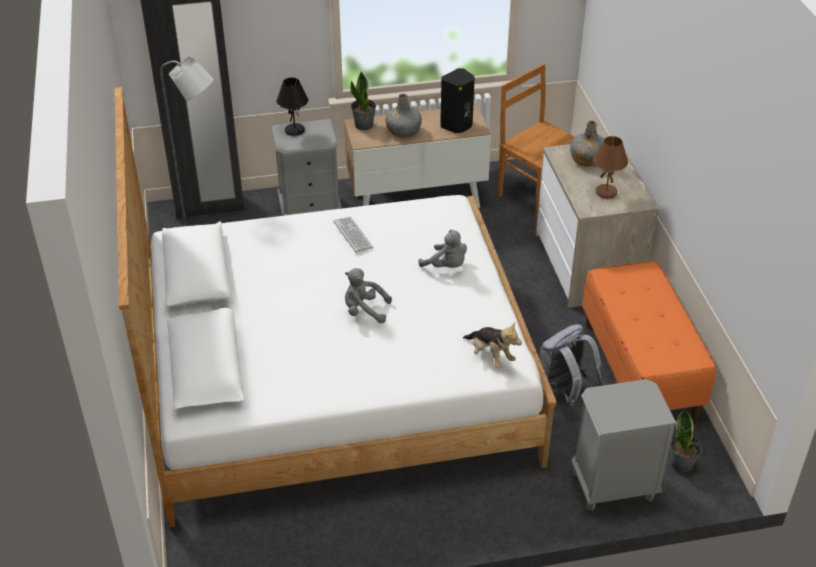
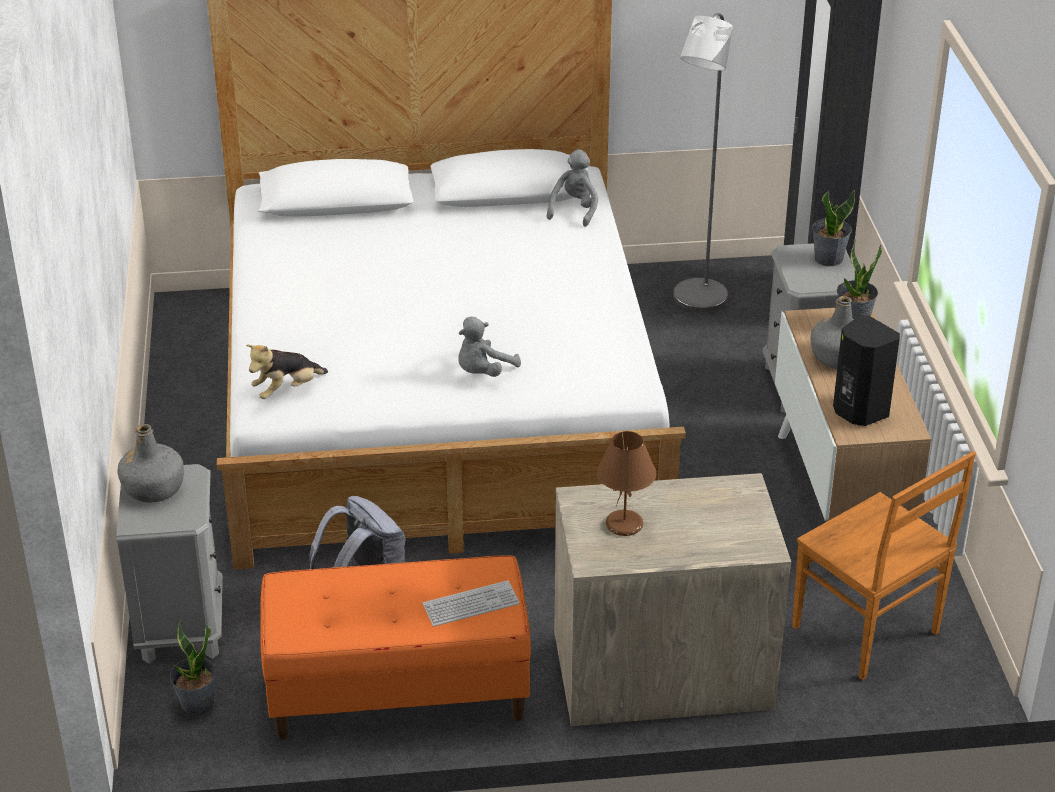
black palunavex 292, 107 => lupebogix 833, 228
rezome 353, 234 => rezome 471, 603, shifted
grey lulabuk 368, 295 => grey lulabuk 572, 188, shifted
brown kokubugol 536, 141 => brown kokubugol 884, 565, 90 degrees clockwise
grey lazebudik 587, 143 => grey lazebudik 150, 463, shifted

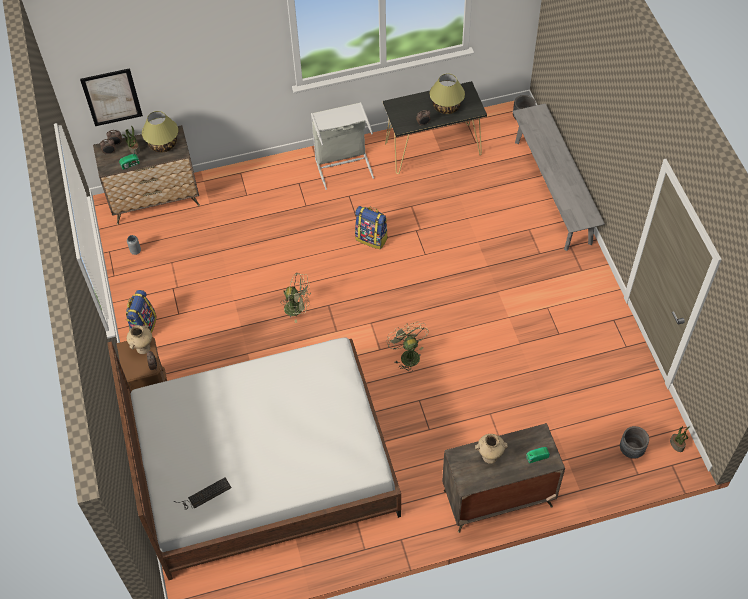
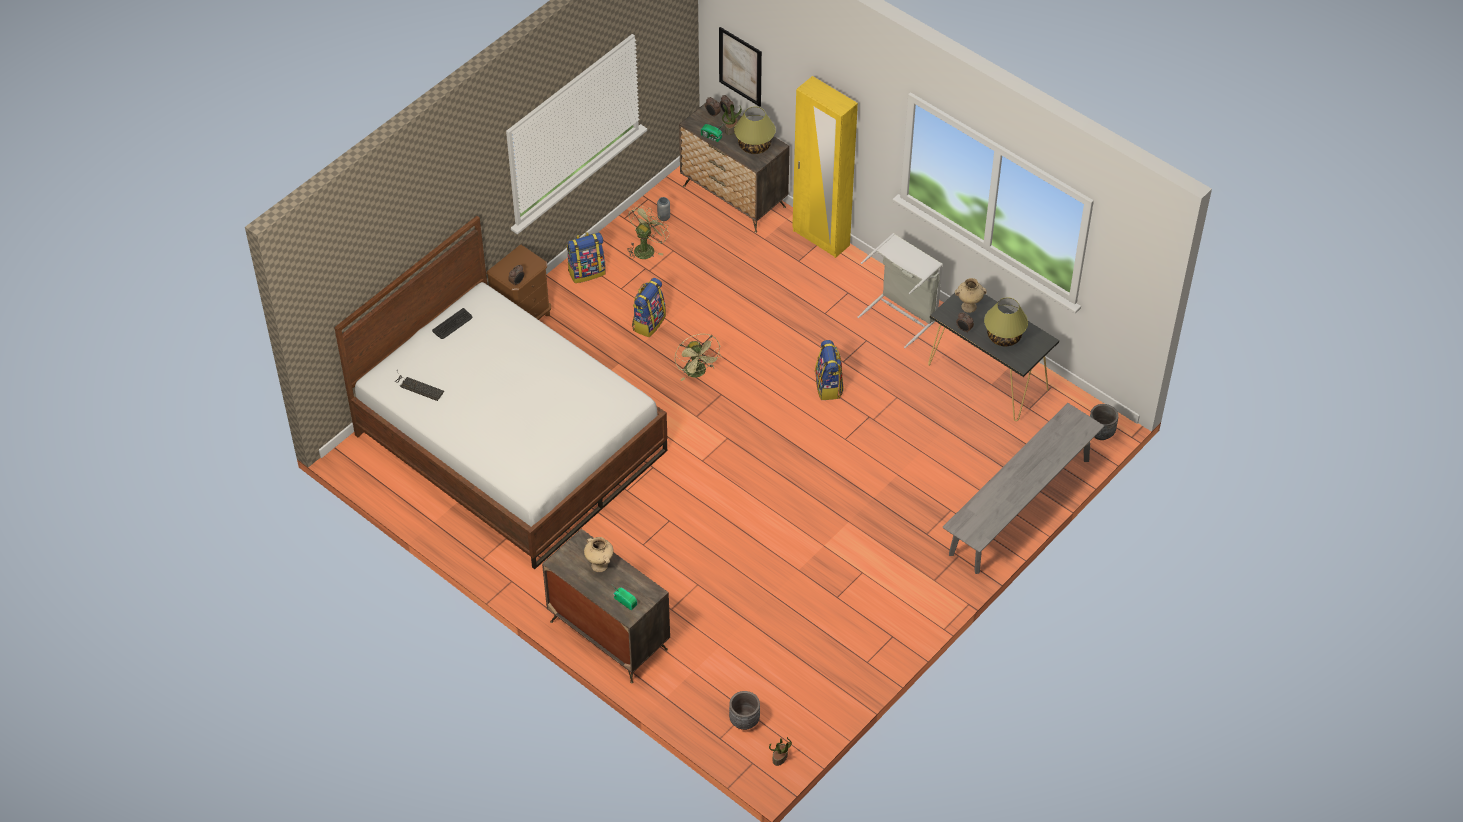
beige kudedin 139, 339 => beige kudedin 971, 295, shifted
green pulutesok 407, 346 => green pulutesok 648, 232, shifted
nothing => rezome 452, 323
nothing => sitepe 649, 307
nothing => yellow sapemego 825, 167

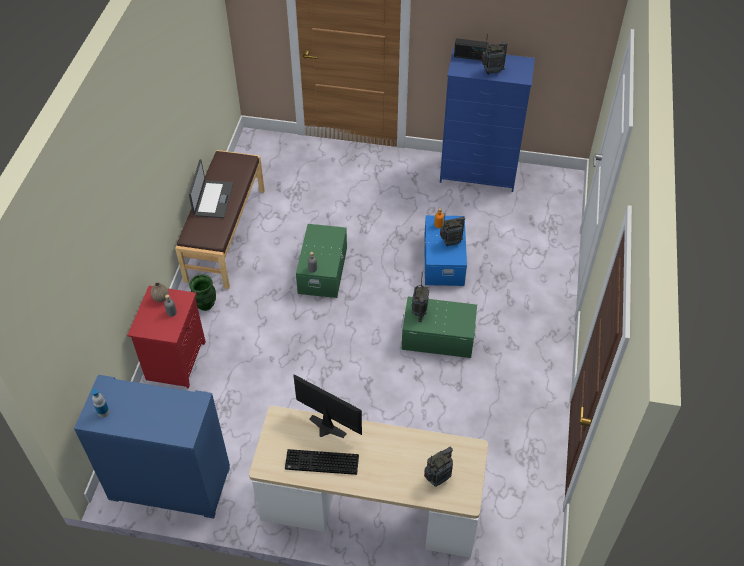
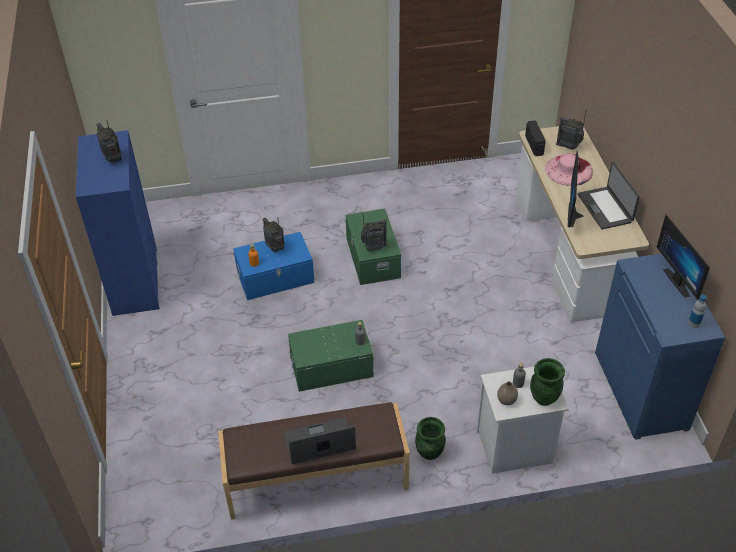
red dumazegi 166, 337 => white dumazegi 523, 420
rezome 322, 462 => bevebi 609, 196
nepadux 471, 49 => nepadux 535, 138, shifted
nothing => green kudedin 547, 382
nothing => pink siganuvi 569, 169
nothing => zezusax 683, 257

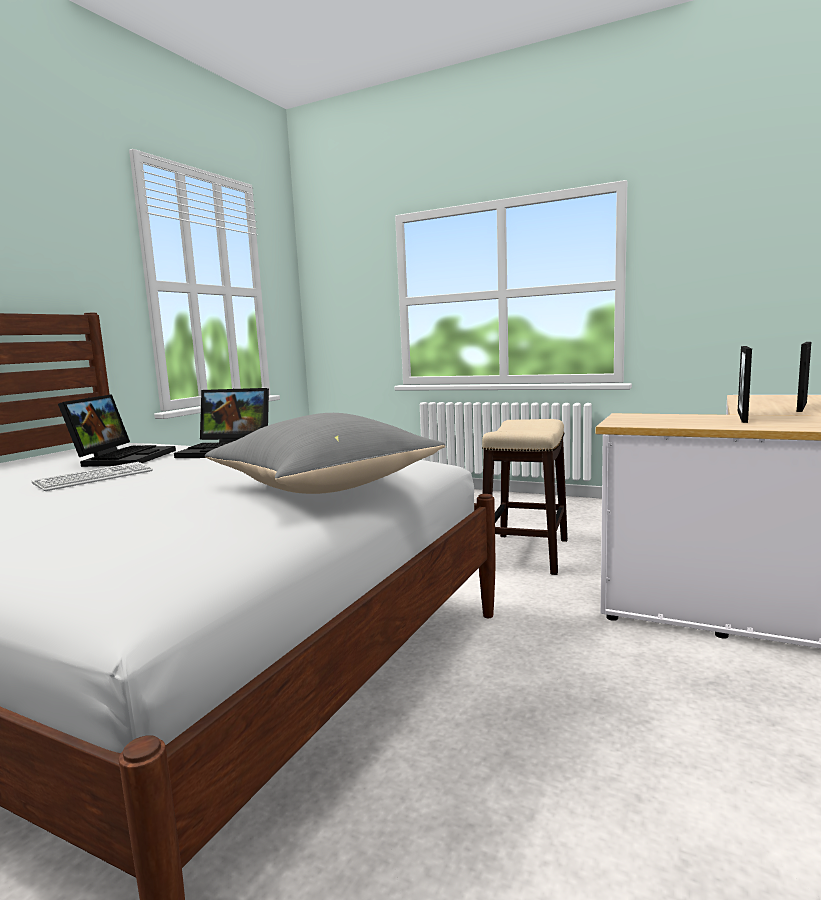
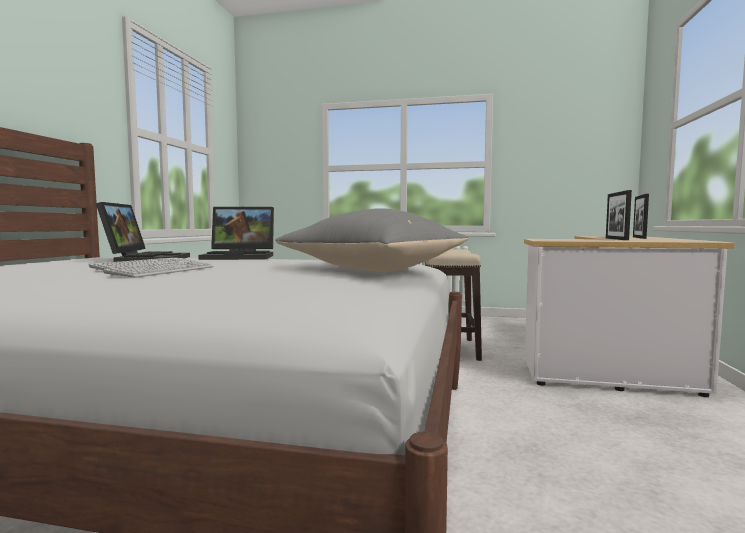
nothing => rezome 158, 269

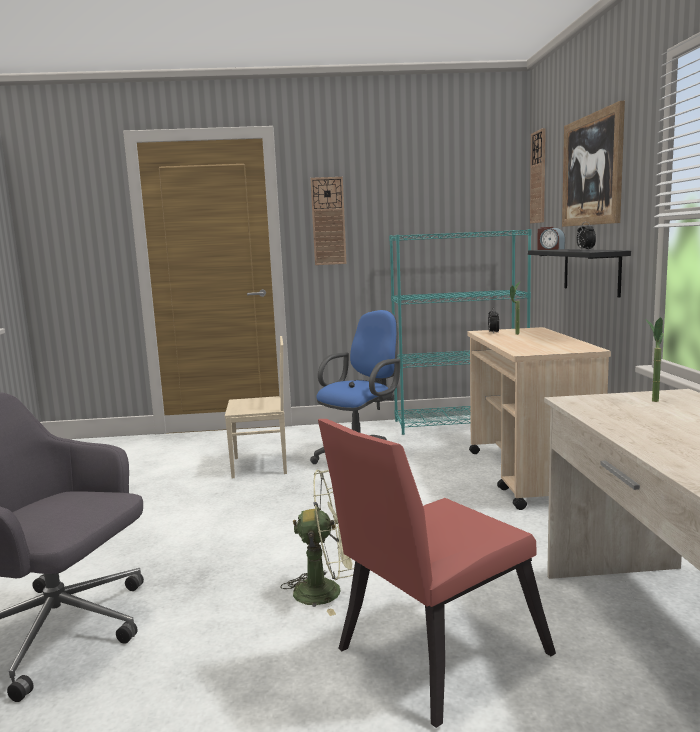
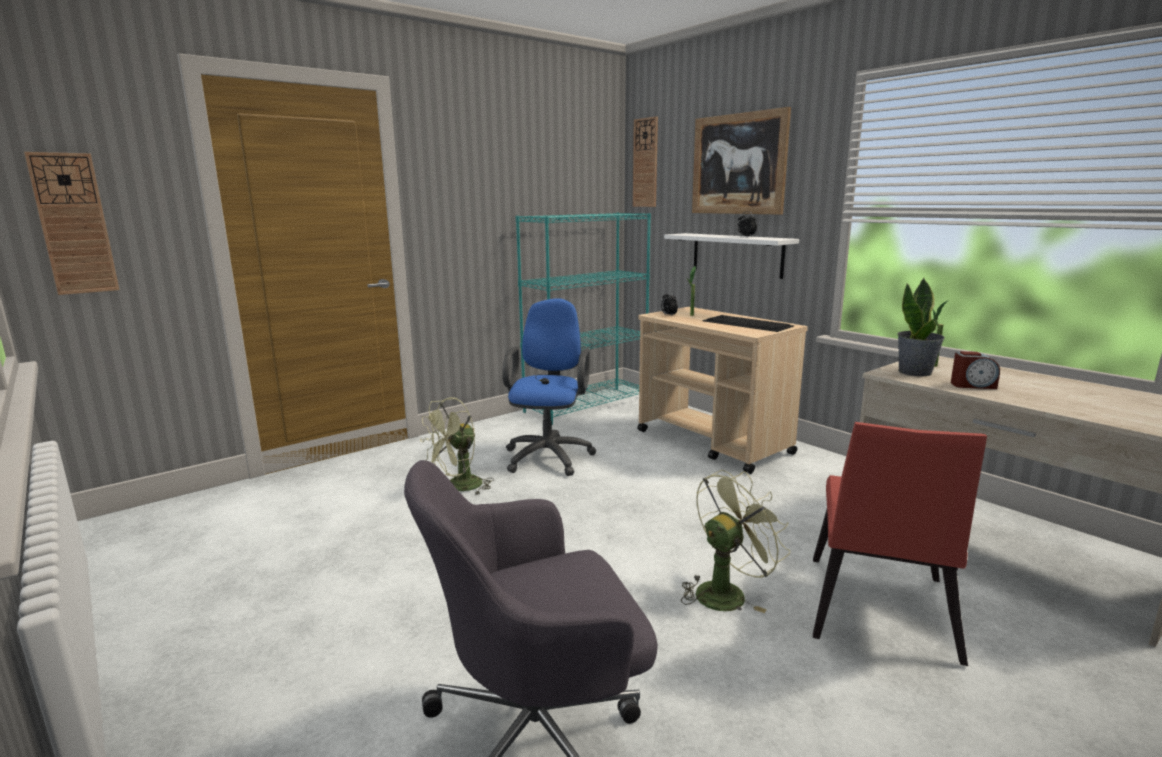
beige kokubugol 256, 407 => green pulutesok 457, 446
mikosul 328, 221 => mikosul 71, 223, shifted
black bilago 579, 273 => white bilago 731, 256
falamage 551, 238 => falamage 975, 370, shifted
nothing => rezome 748, 323
nothing => lupebogix 921, 327

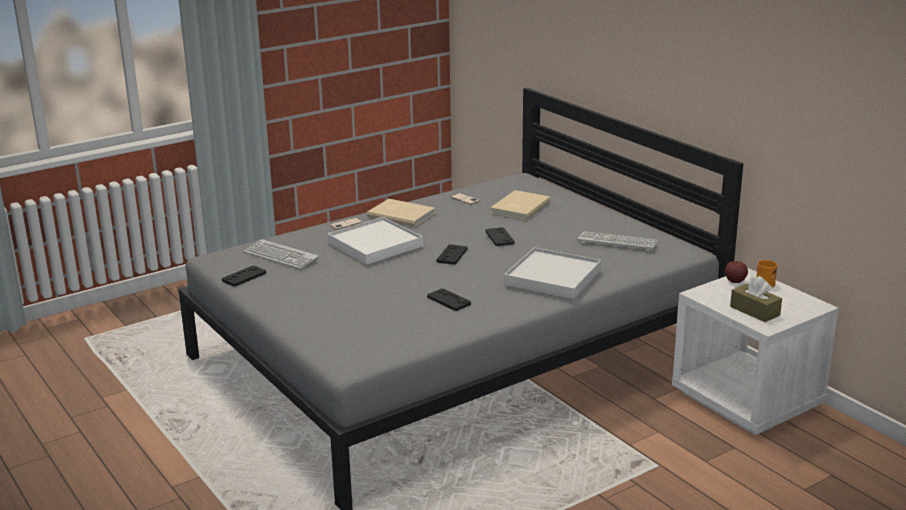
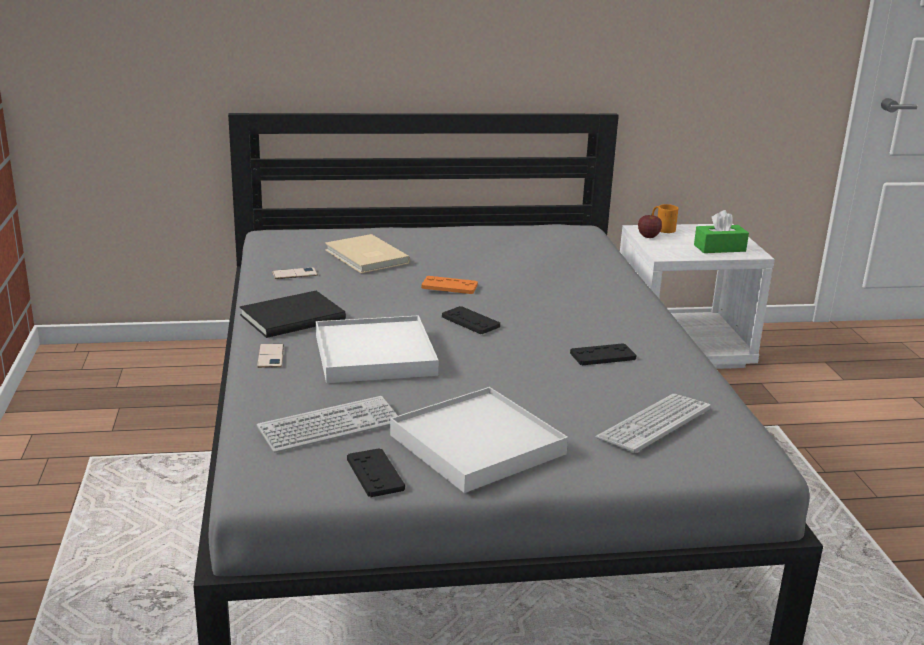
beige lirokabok 401, 213 => black lirokabok 292, 314
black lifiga 500, 236 => orange lifiga 449, 285
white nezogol 552, 273 => white nezogol 479, 440, shifted
rezome 617, 241 => rezome 653, 423, shifted
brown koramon 756, 299 => green koramon 721, 231

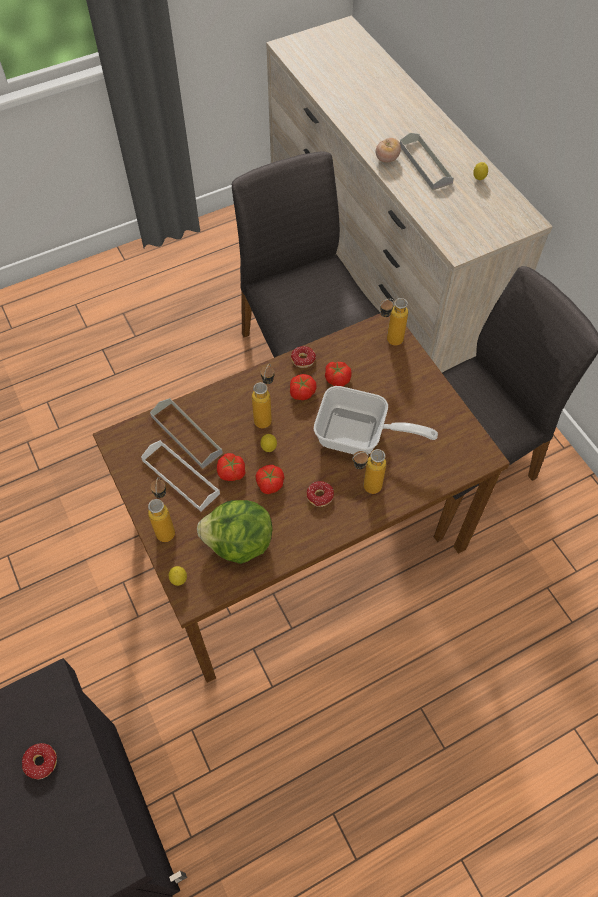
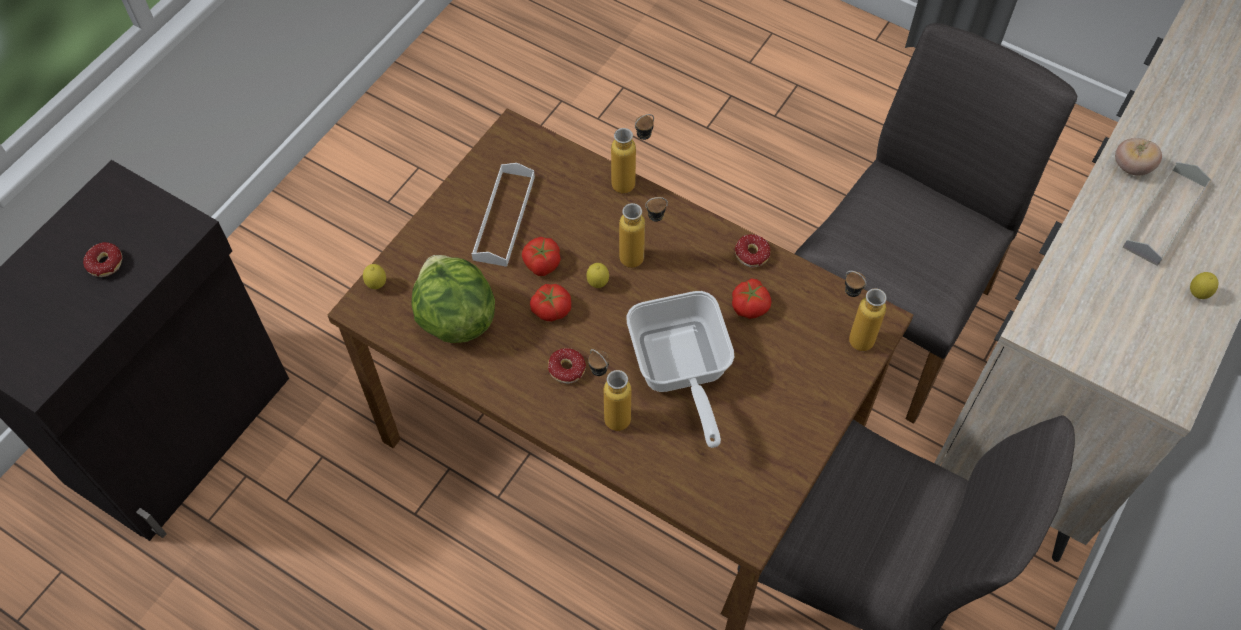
lazebudik 161, 509 => lazebudik 632, 154, shifted
grey nezogol 186, 433 => nothing
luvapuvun 303, 387 => nothing

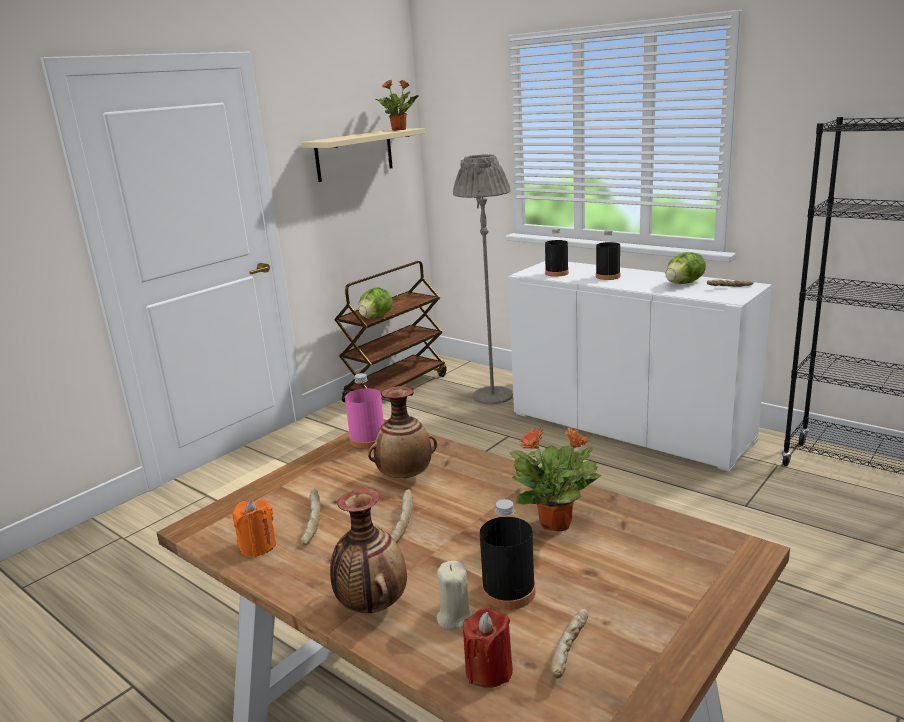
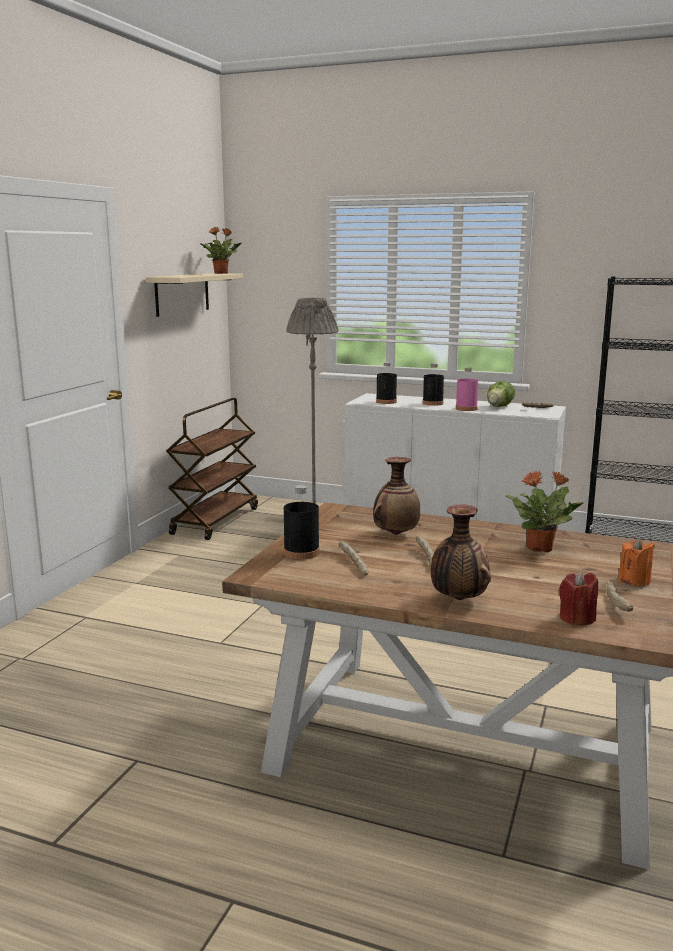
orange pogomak 254, 528 => orange pogomak 637, 562, shifted
pink lazebudik 364, 411 => pink lazebudik 467, 389, shifted
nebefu 375, 303 => nothing
beige pogomak 455, 595 => nothing
black lazebudik 508, 554 => black lazebudik 302, 522, shifted

